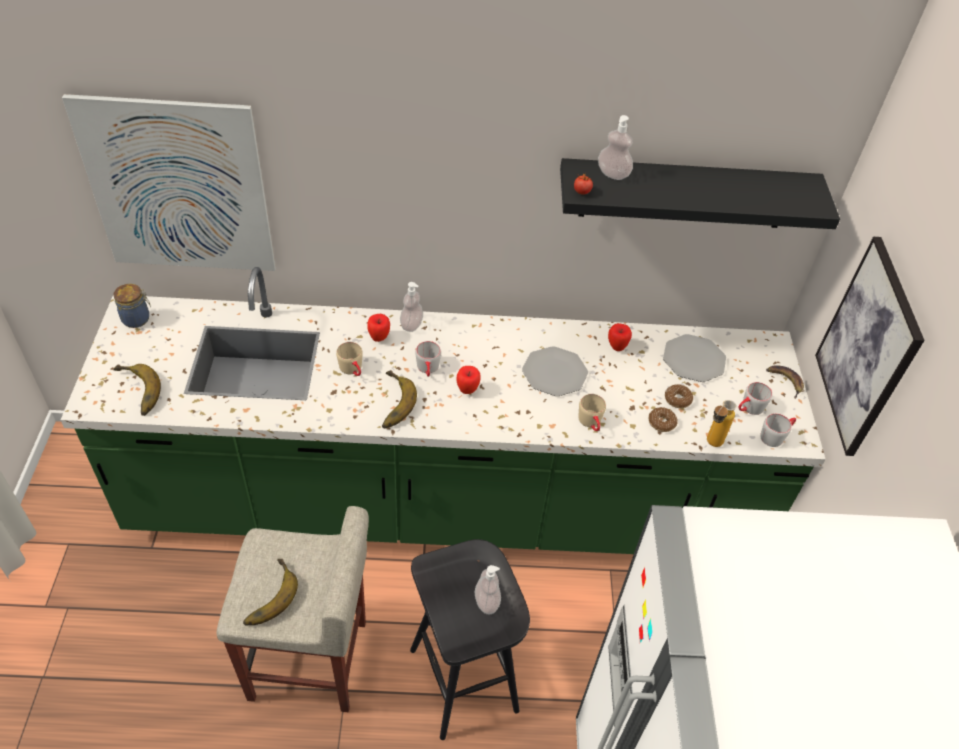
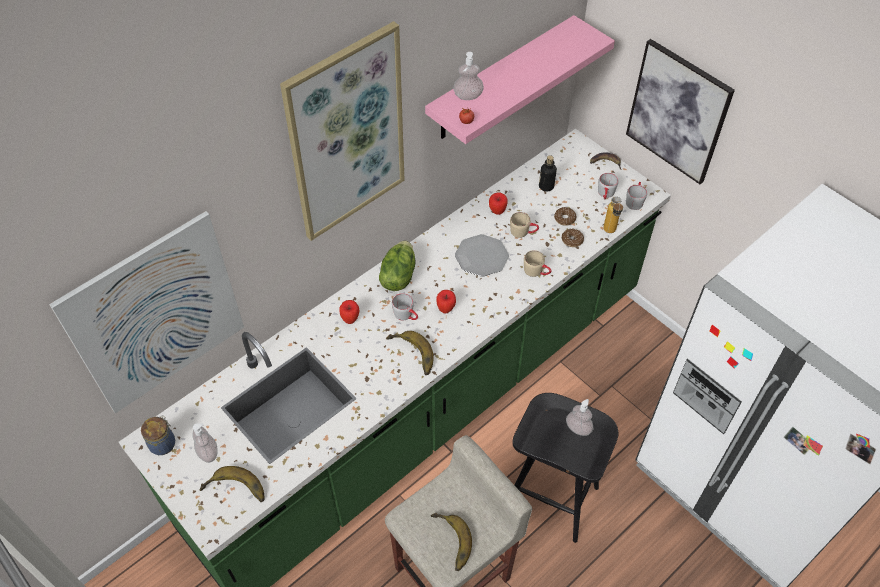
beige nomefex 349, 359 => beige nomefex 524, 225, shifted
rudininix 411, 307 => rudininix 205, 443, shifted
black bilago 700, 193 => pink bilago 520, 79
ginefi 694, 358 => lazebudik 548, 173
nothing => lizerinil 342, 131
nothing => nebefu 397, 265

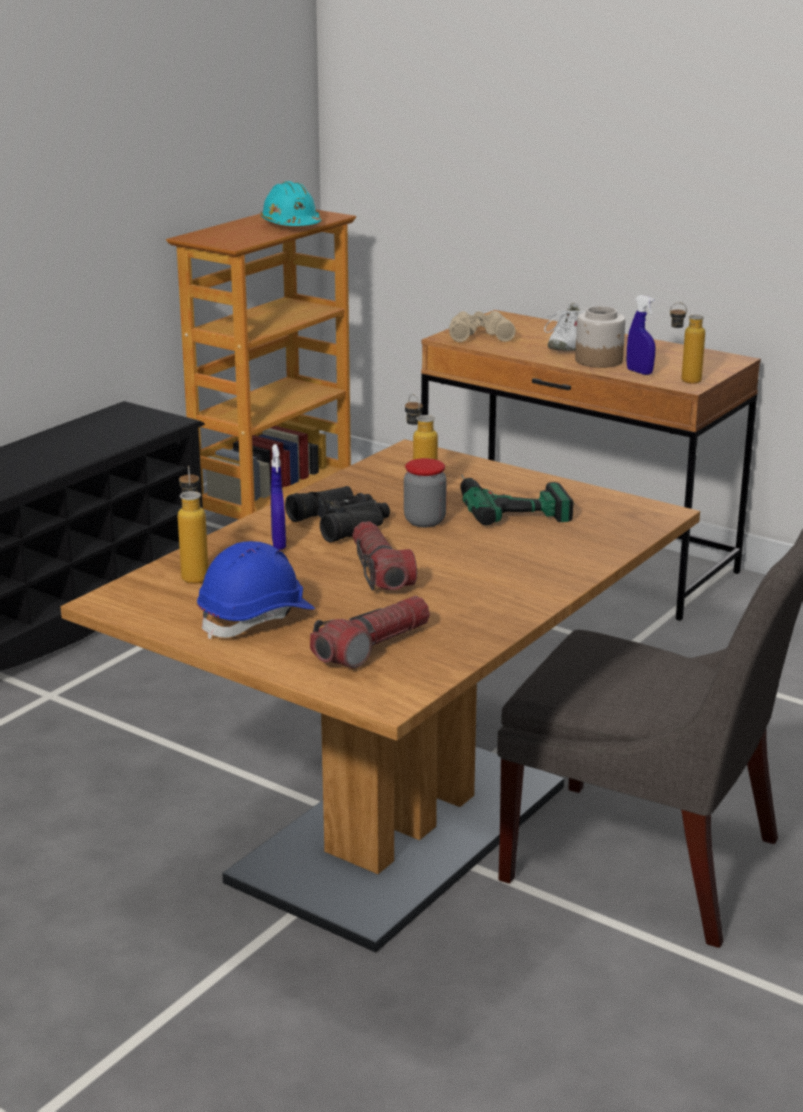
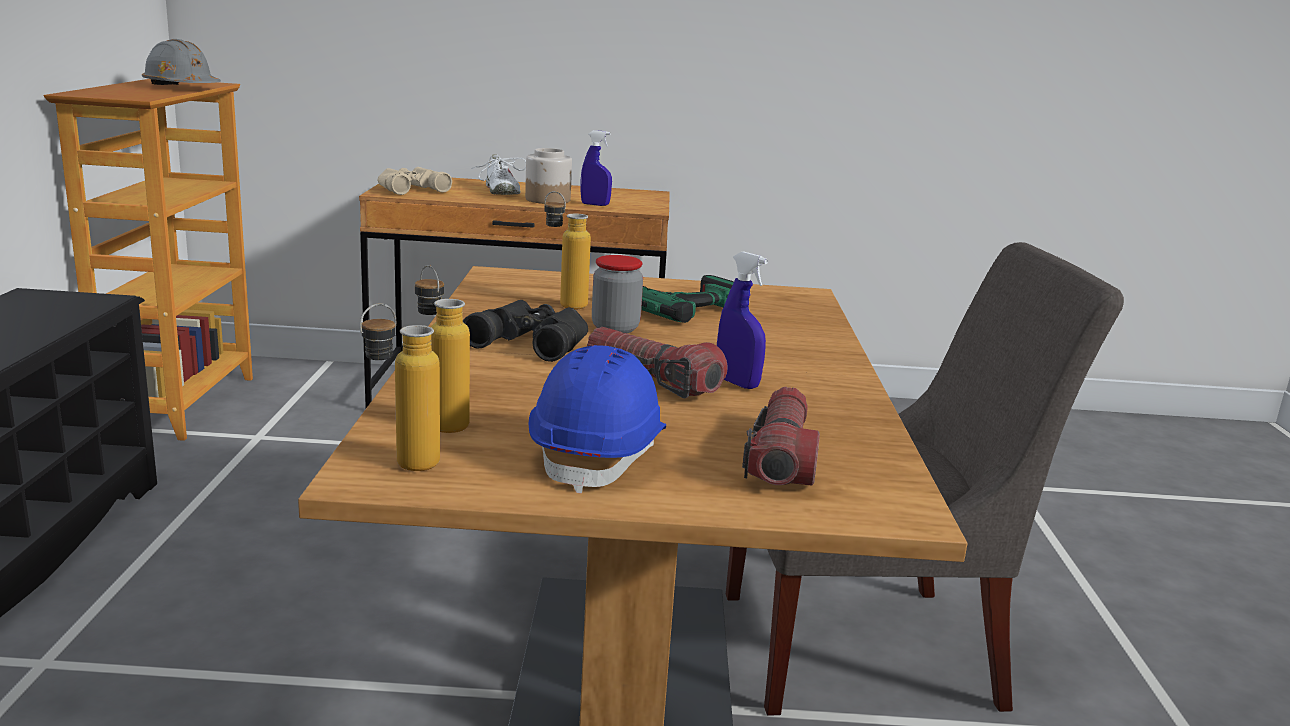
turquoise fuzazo 290, 203 => grey fuzazo 181, 62
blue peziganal 278, 497 => blue peziganal 742, 320, shifted
lazebudik 687, 343 => lazebudik 400, 387, shifted

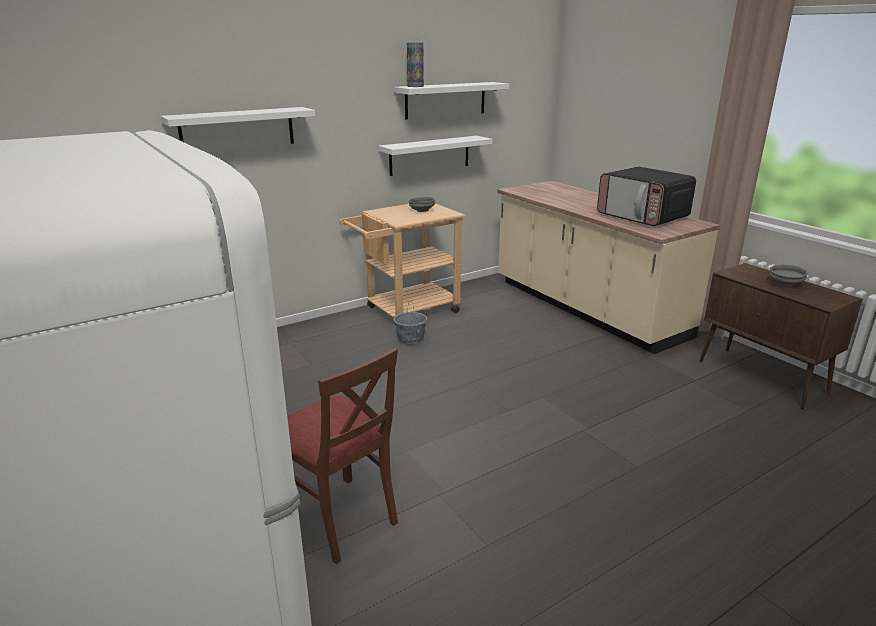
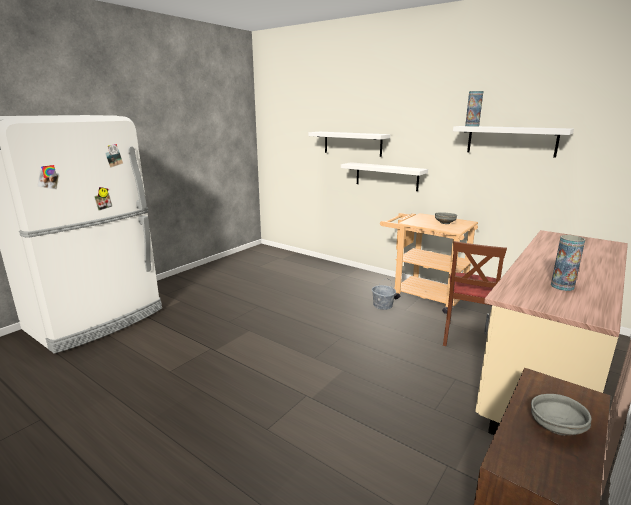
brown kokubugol 342, 456 => brown kokubugol 475, 293, shifted
white bilago 435, 156 => white bilago 384, 176, shifted
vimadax 646, 196 => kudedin 568, 263

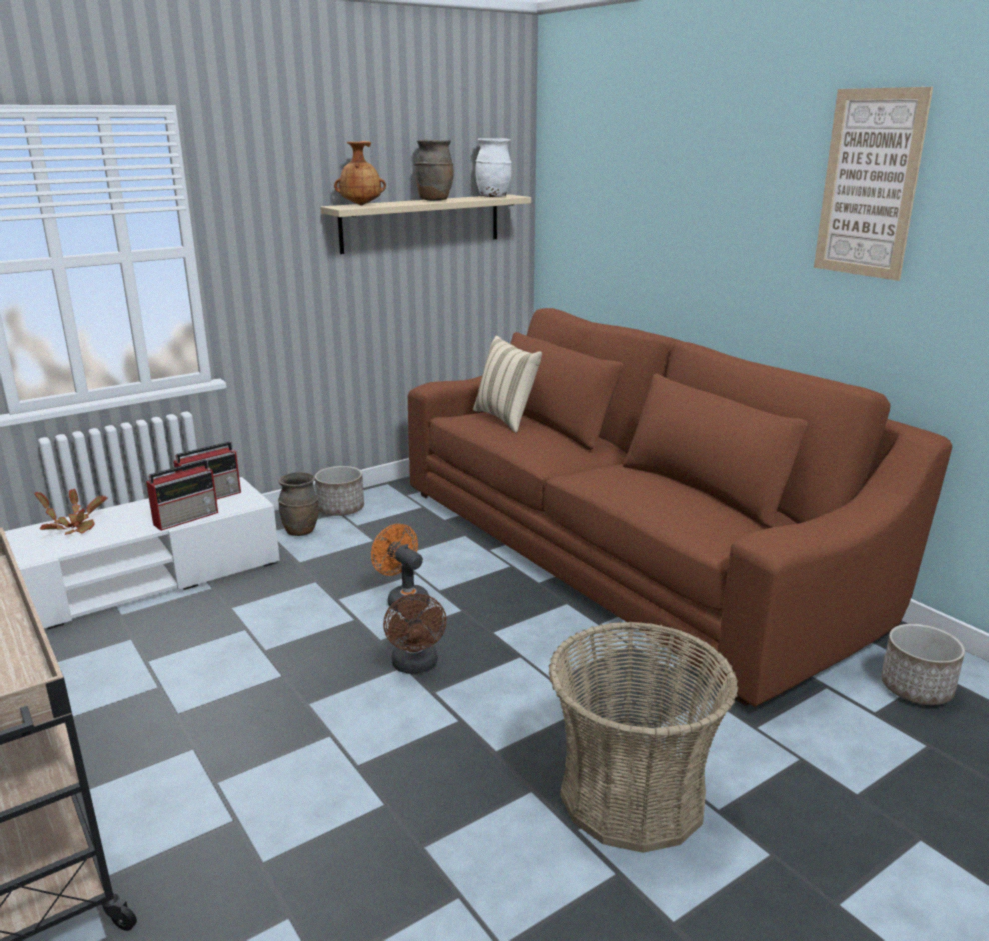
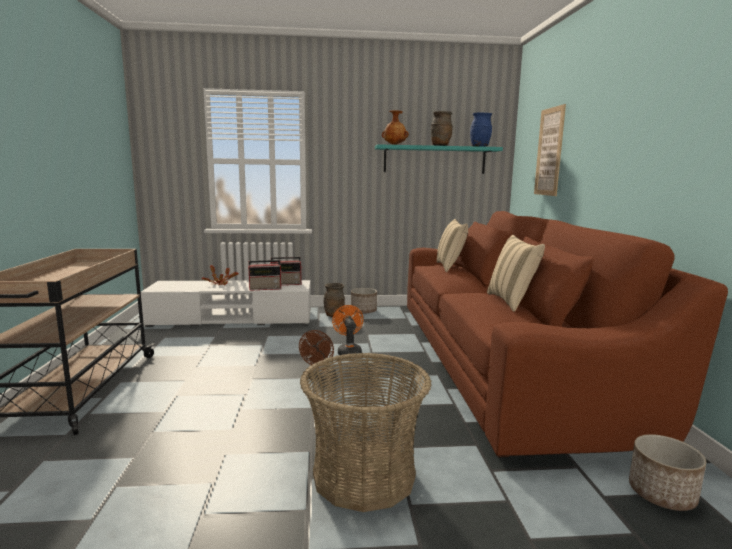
beige bilago 425, 224 => turquoise bilago 439, 159
white kudedin 493, 167 => blue kudedin 481, 129
lizerinil 873, 184 => lizerinil 550, 150, shifted
nothing => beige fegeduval 516, 273

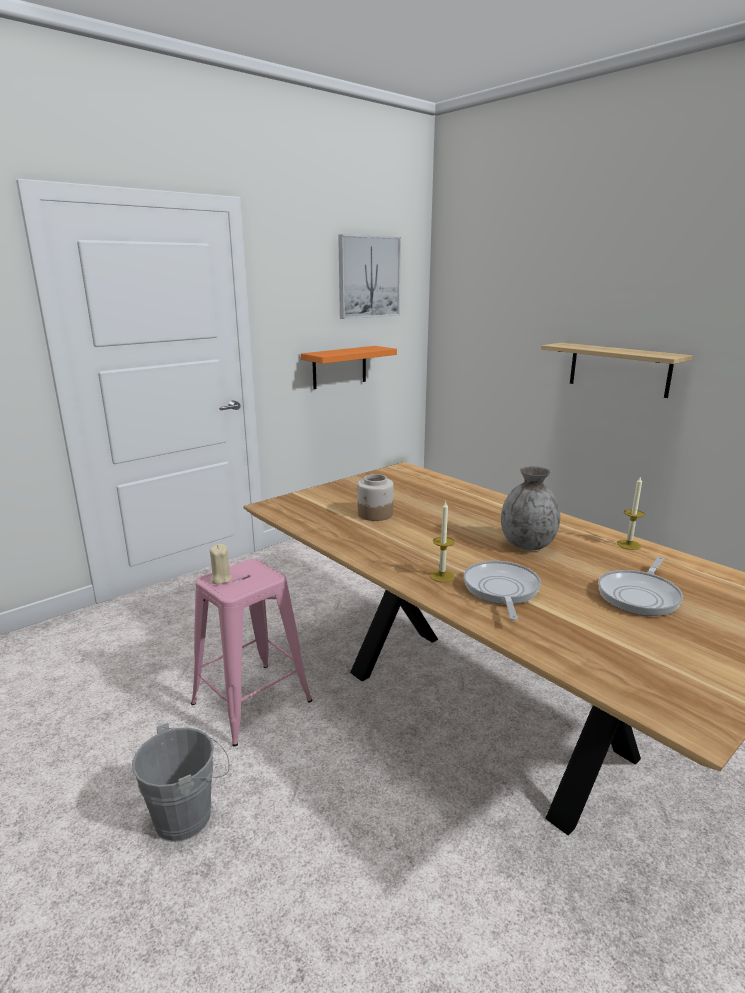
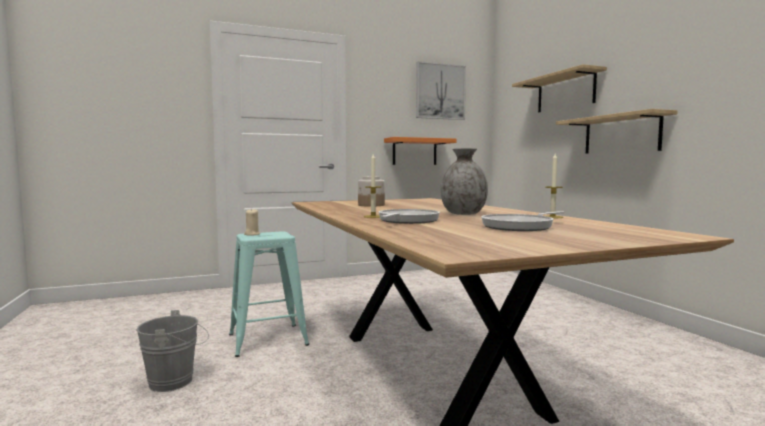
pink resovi 252, 652 => turquoise resovi 269, 294
nothing => bilago 559, 88

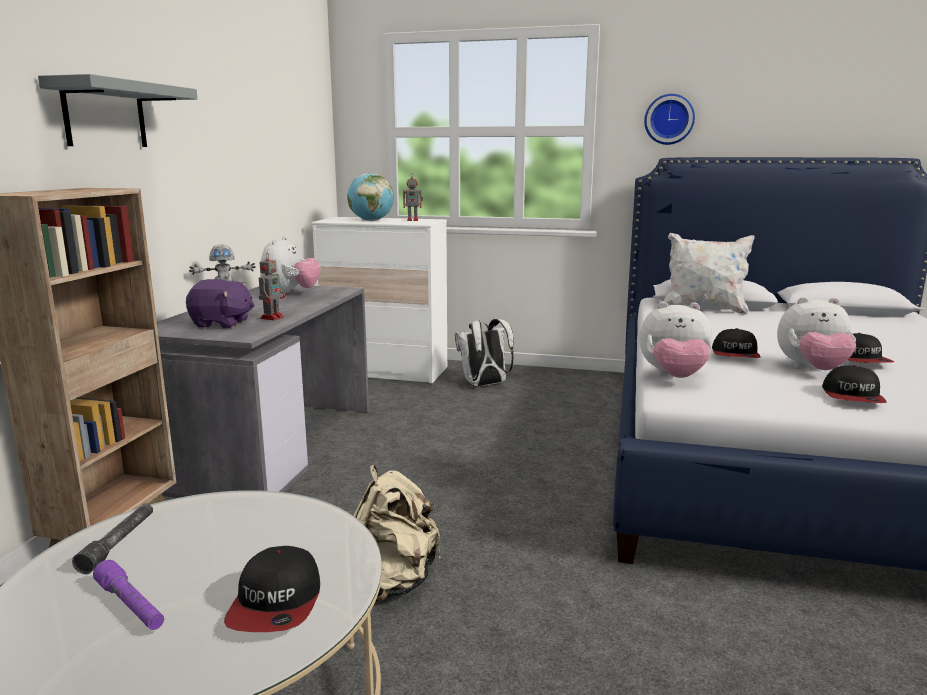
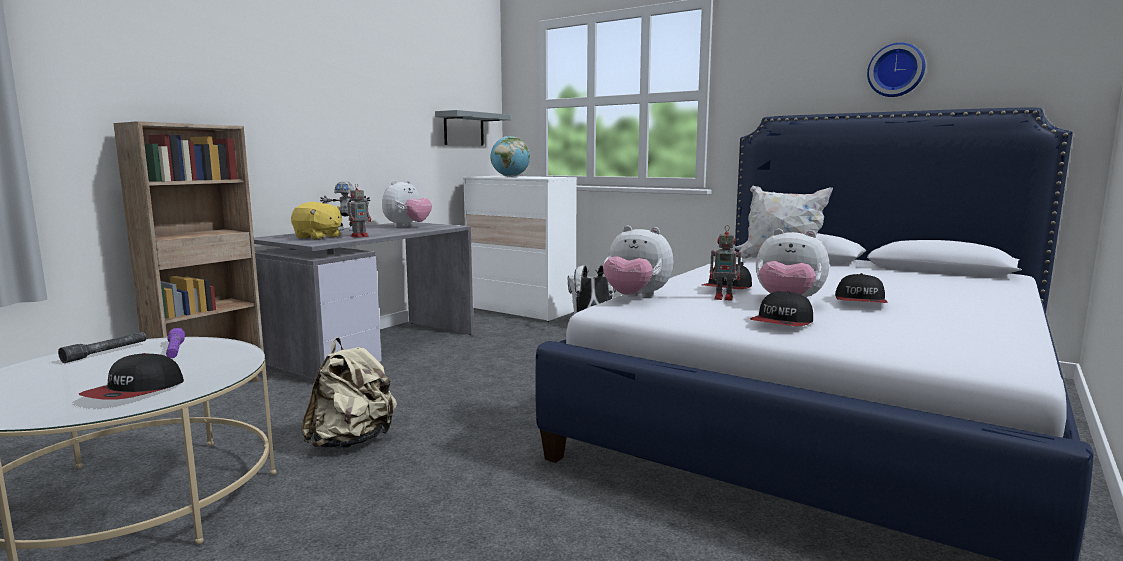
grey bilago 118, 110 => grey bilago 473, 128, shifted
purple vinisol 128, 595 => purple vinisol 175, 343, shifted
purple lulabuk 220, 303 => yellow lulabuk 316, 221
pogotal 413, 197 => pogotal 727, 263, shifted
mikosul 669, 119 => mikosul 896, 70, shifted

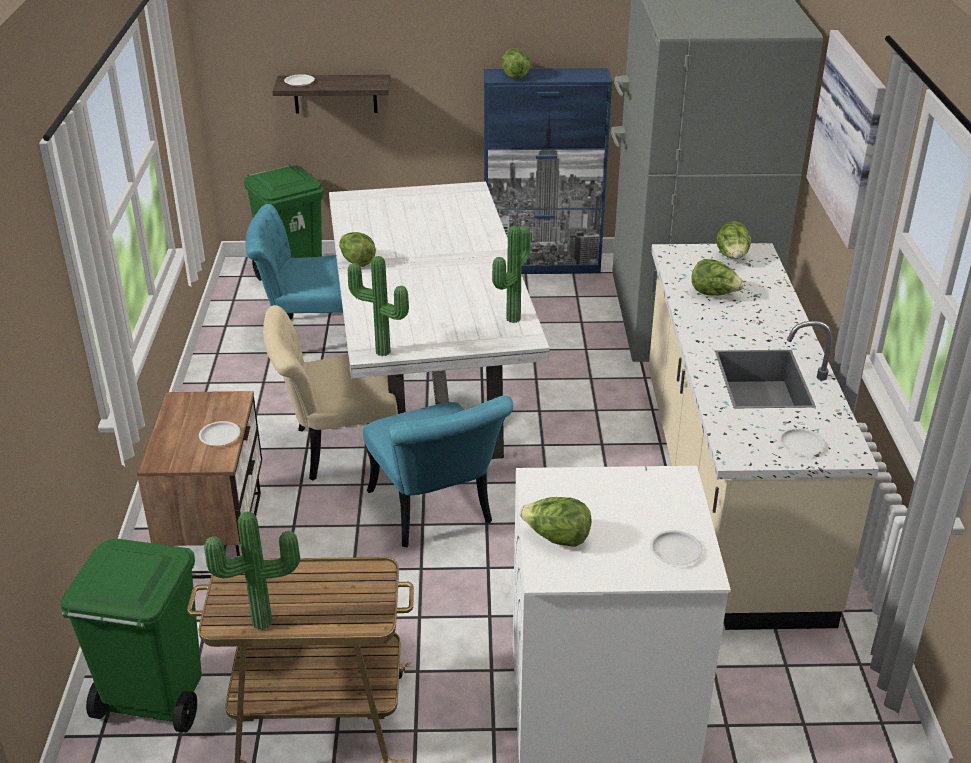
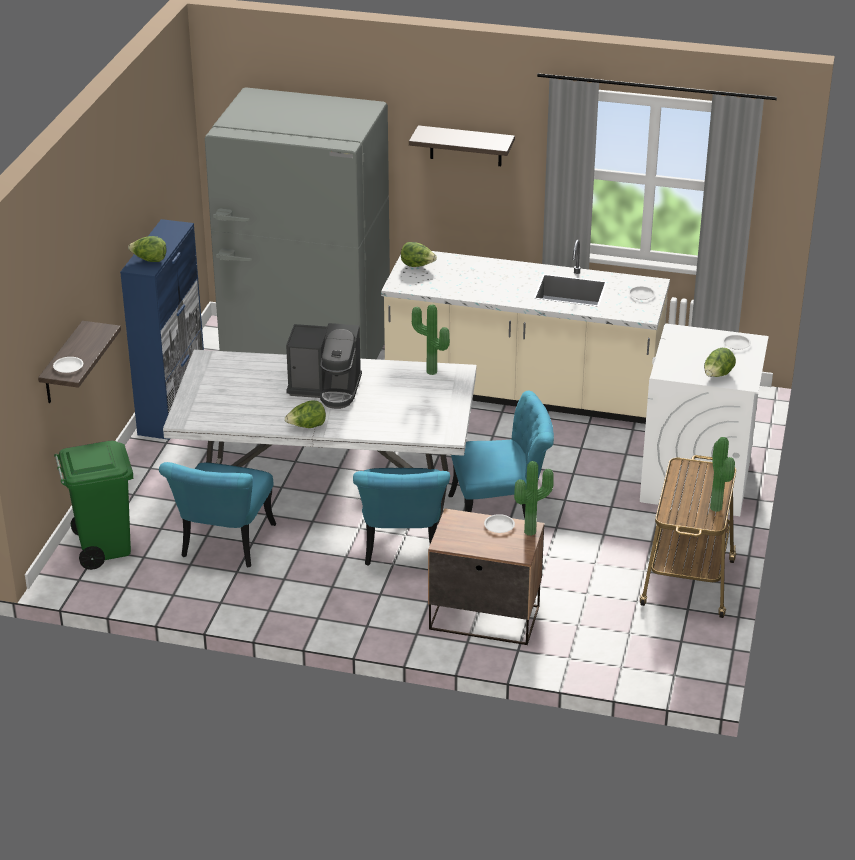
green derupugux 131, 635 => nothing
beige kokubugol 330, 393 => turquoise kokubugol 401, 517
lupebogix 378, 306 => lupebogix 534, 498, shifted
nebefu 718, 277 => nothing
lizerinil 846, 139 => bilago 462, 145
nothing => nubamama 324, 366

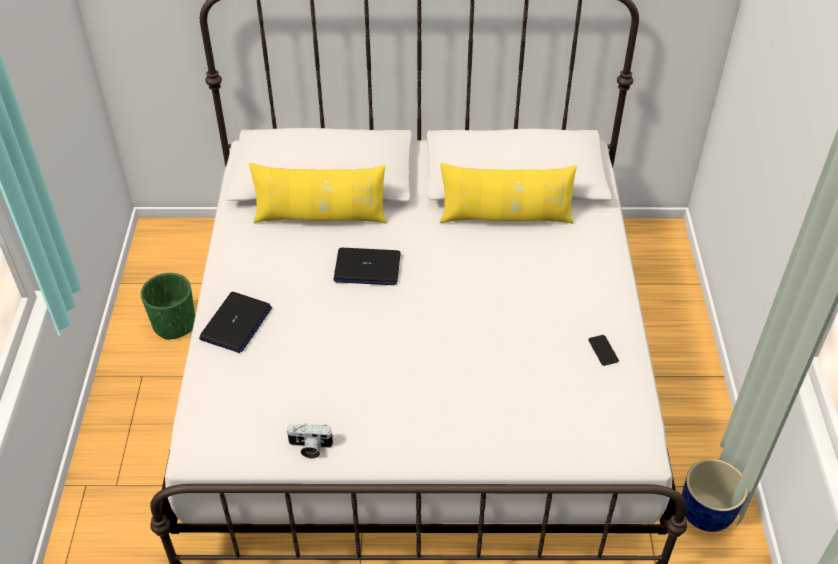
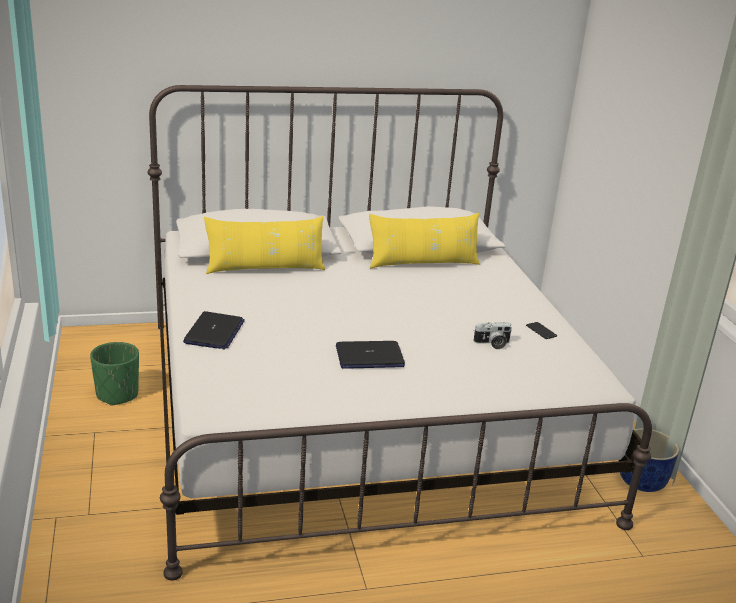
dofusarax 310, 440 => dofusarax 492, 335, shifted
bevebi 367, 266 => bevebi 370, 355, shifted

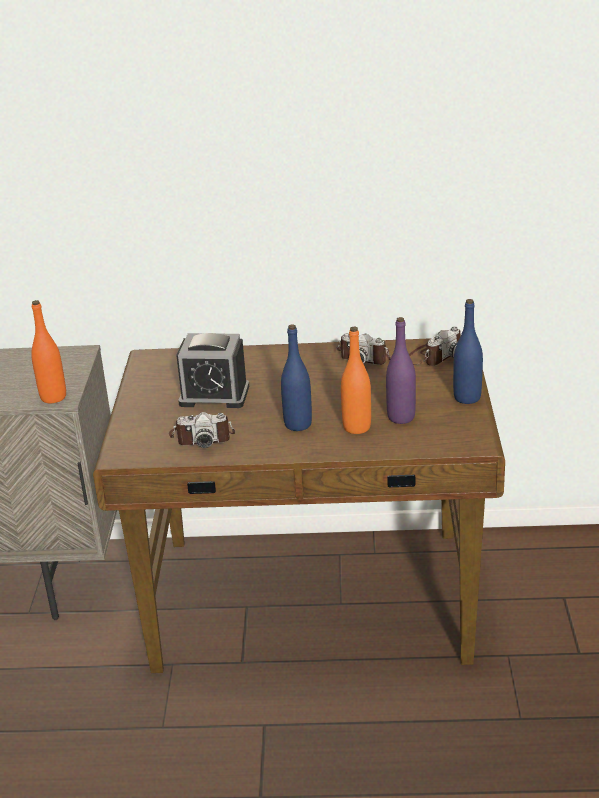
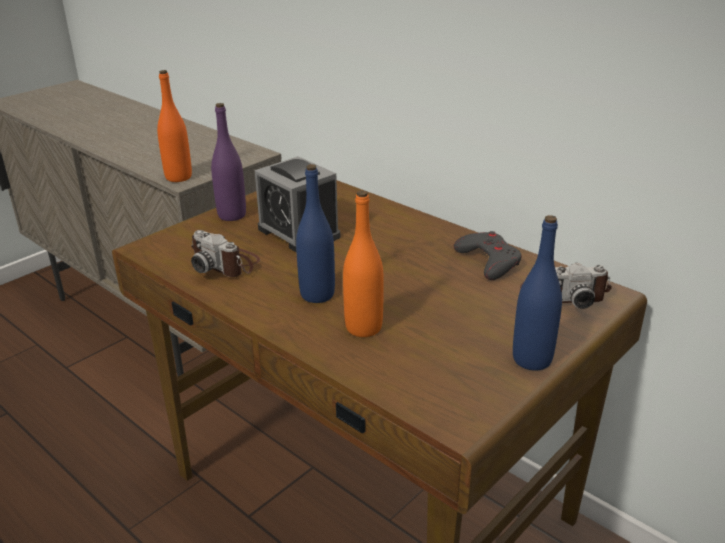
dofusarax 363, 349 => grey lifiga 488, 255
purple lazebudik 401, 370 => purple lazebudik 228, 162, shifted

